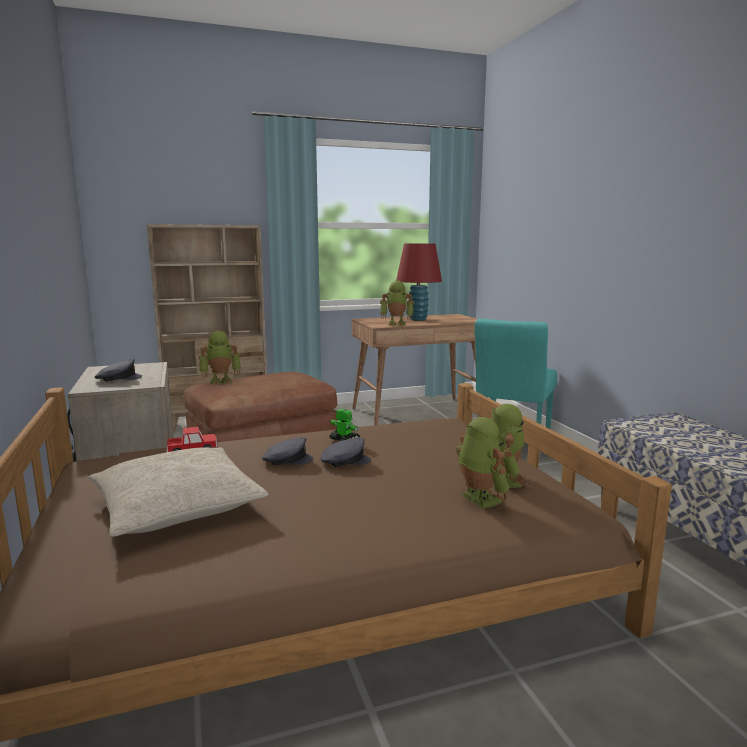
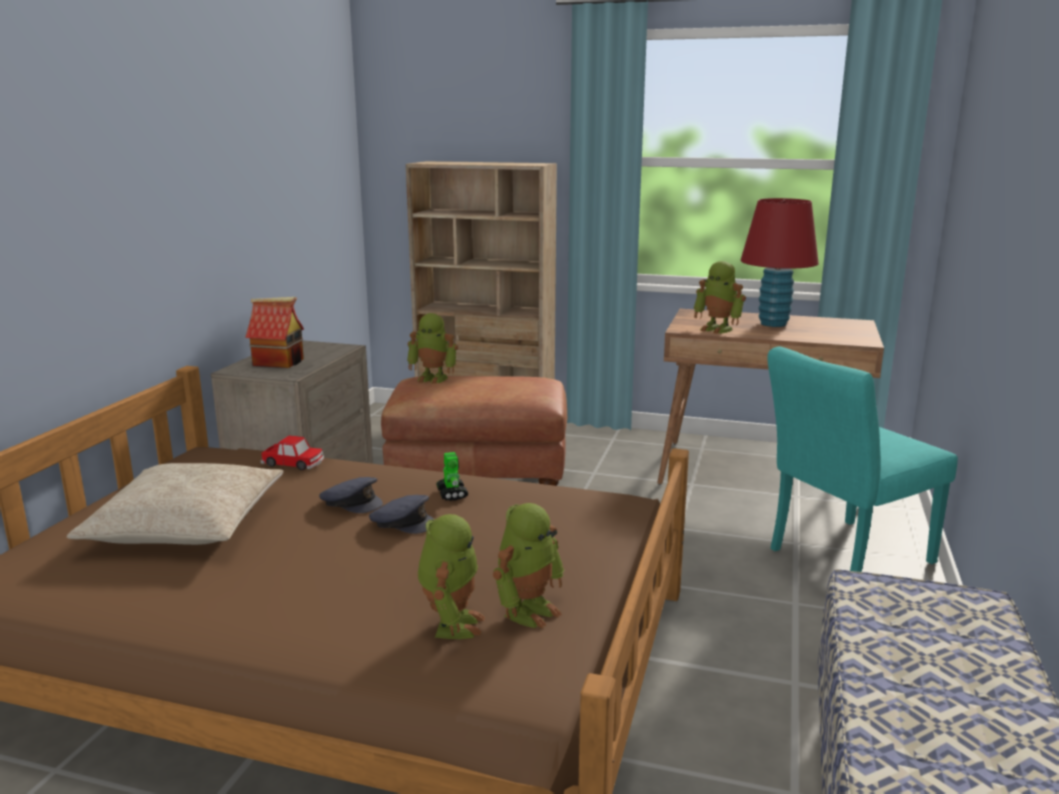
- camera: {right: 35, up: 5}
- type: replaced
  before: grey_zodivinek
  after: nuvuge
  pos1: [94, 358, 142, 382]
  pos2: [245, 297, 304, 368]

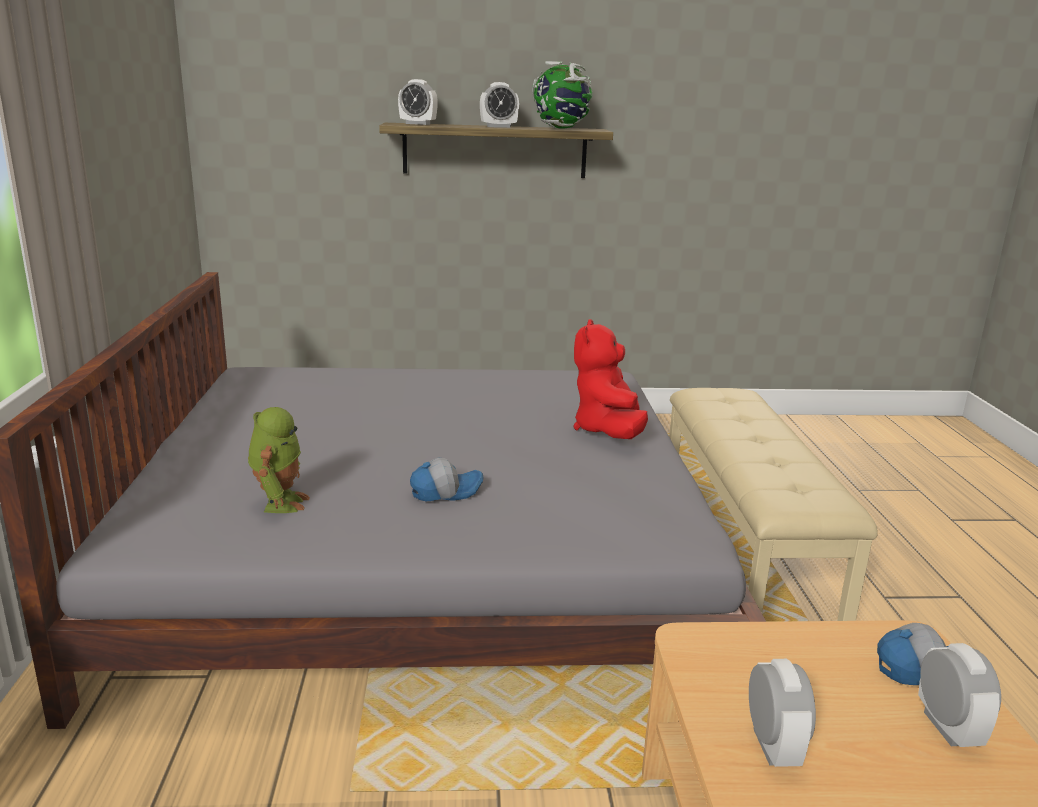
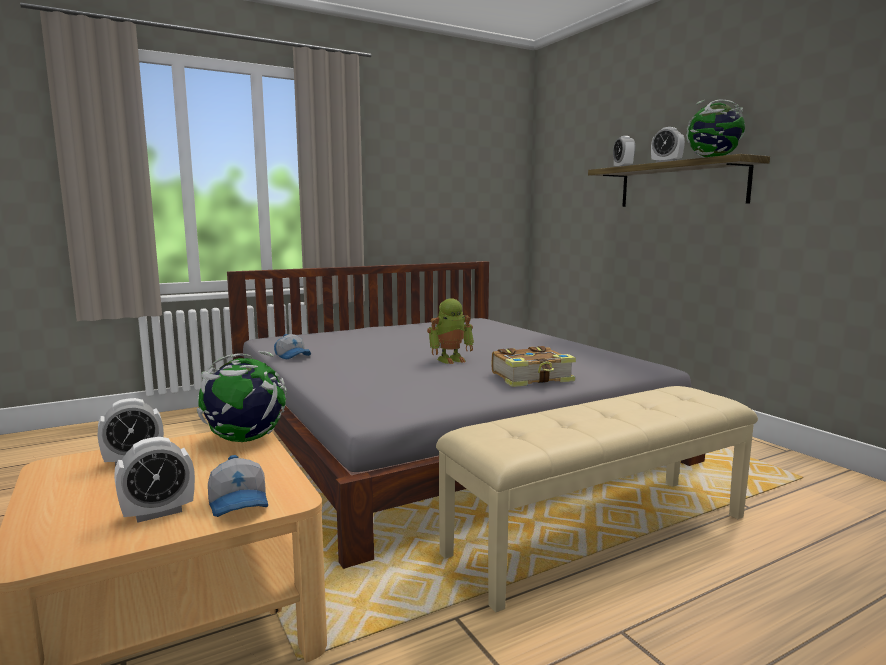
- camera: {right: 65, up: -10}
- type: added
  after: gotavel
  pos2: [197, 351, 287, 442]
- type: moved
  before: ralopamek
  pos1: [248, 407, 310, 513]
  pos2: [427, 298, 474, 364]
- type: moved
  before: zodivinek
  pos1: [410, 457, 484, 501]
  pos2: [274, 334, 311, 359]
- type: replaced
  before: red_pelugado
  after: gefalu
  pos1: [573, 319, 648, 439]
  pos2: [492, 346, 576, 387]

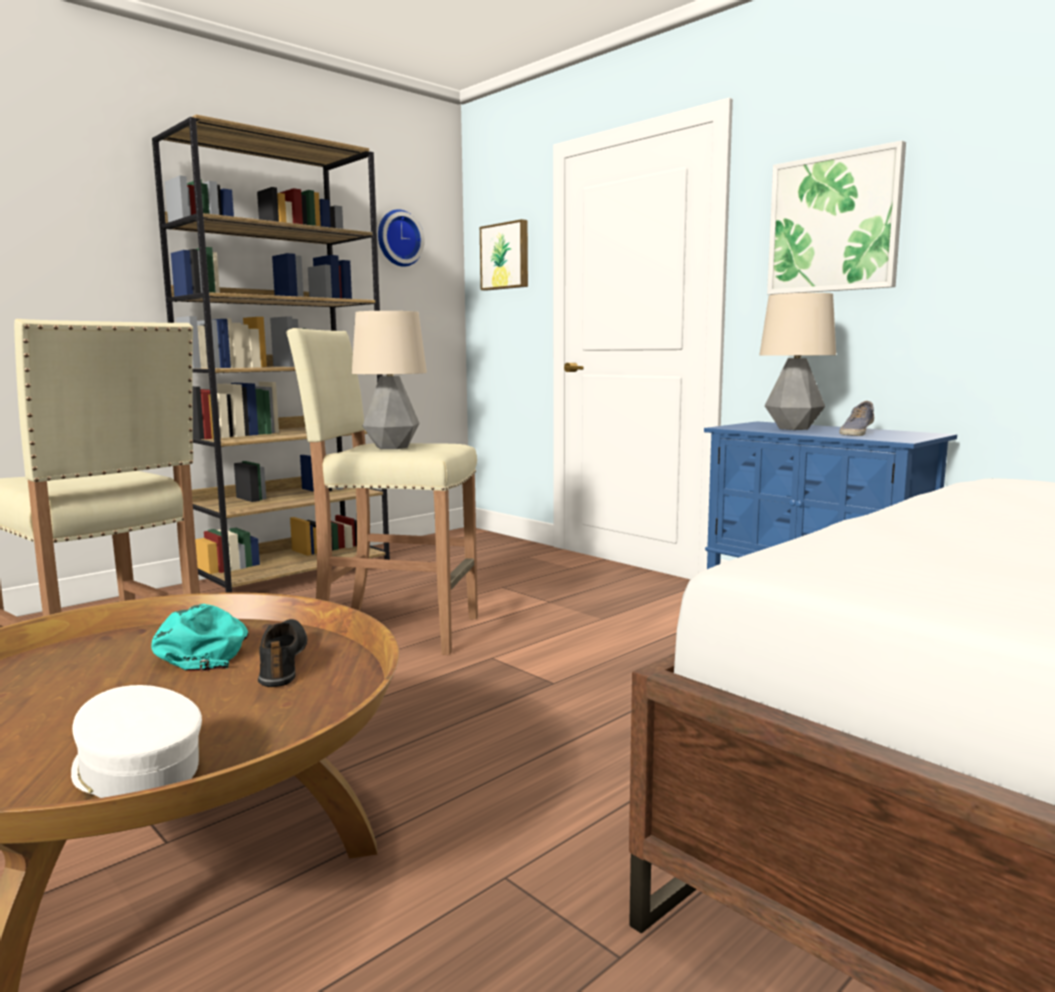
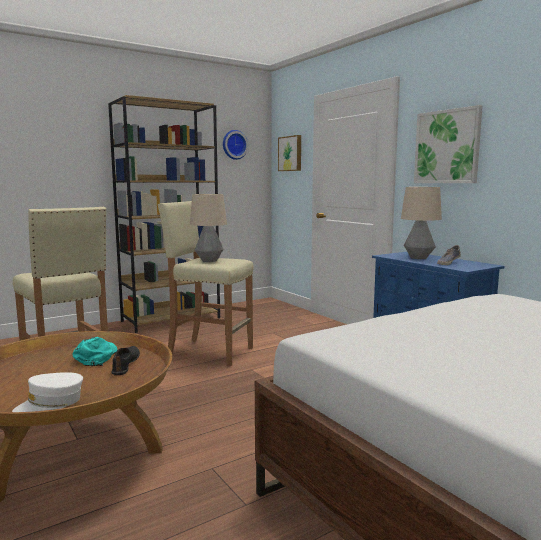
- camera: {right: 10, up: 0}
- type: turned
  before: white_zodivinek
  pos1: [71, 685, 202, 798]
  pos2: [12, 372, 83, 412]
  turn: -90

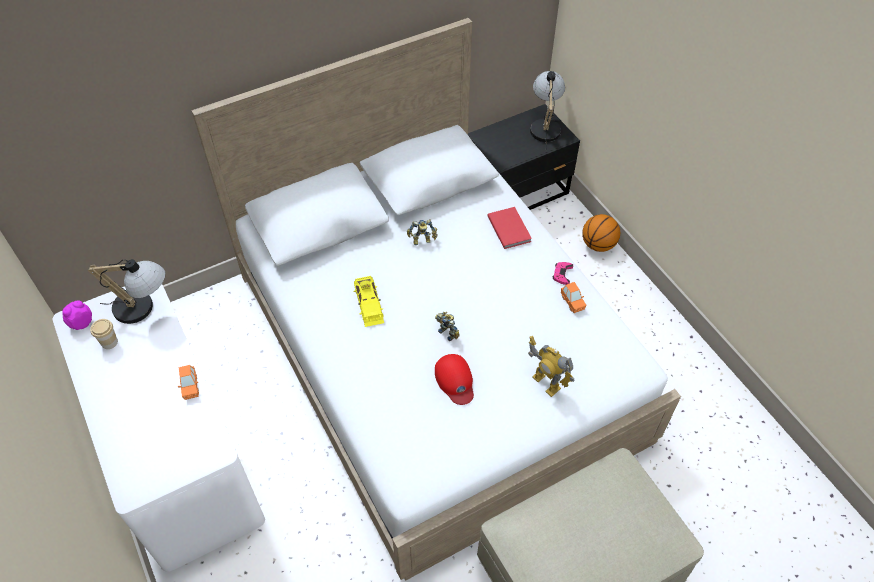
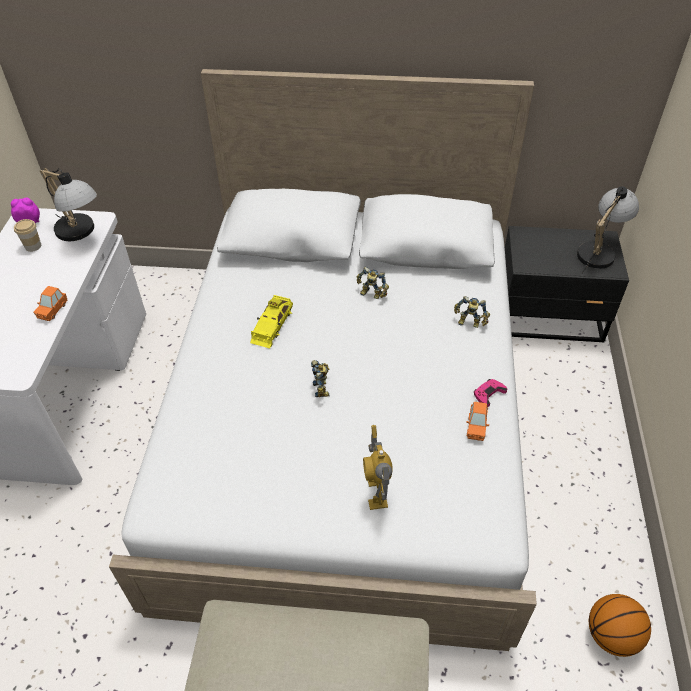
- camera: {right: 35, up: -5}
- type: removed
  before: red_zodivinek
  pos1: [435, 354, 474, 405]
- type: moved
  before: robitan
  pos1: [582, 214, 620, 252]
  pos2: [589, 594, 651, 657]
- type: replaced
  before: red_gefalu
  after: ralopamek
  pos1: [488, 207, 532, 249]
  pos2: [454, 296, 490, 328]

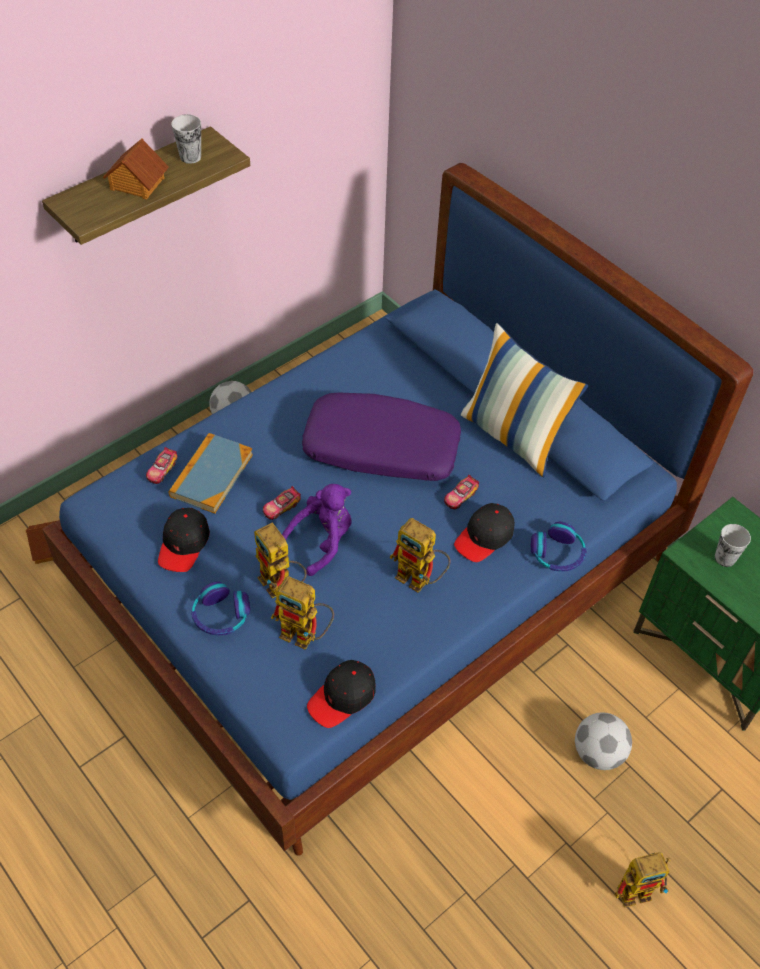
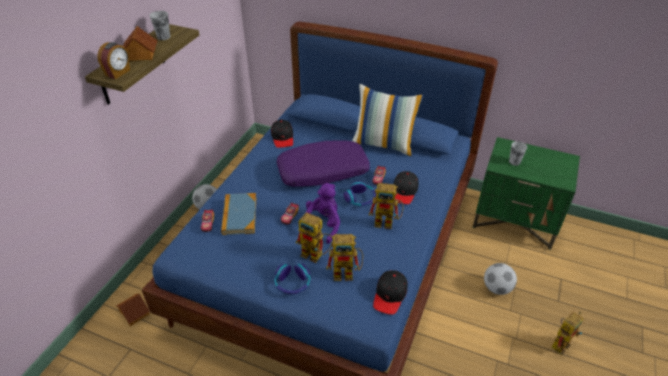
- camera: {right: -25, up: -10}
- type: added
  after: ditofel
  pos2: [97, 42, 130, 79]
- type: moved
  before: black_zodivinek
  pos1: [158, 508, 210, 572]
  pos2: [271, 120, 293, 148]
- type: moved
  before: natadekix
  pos1: [531, 522, 587, 571]
  pos2: [344, 181, 376, 206]

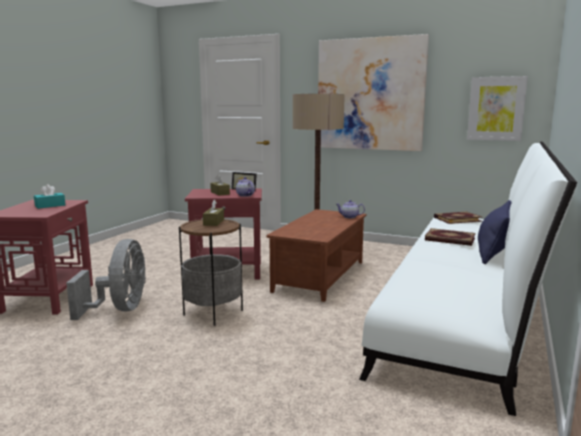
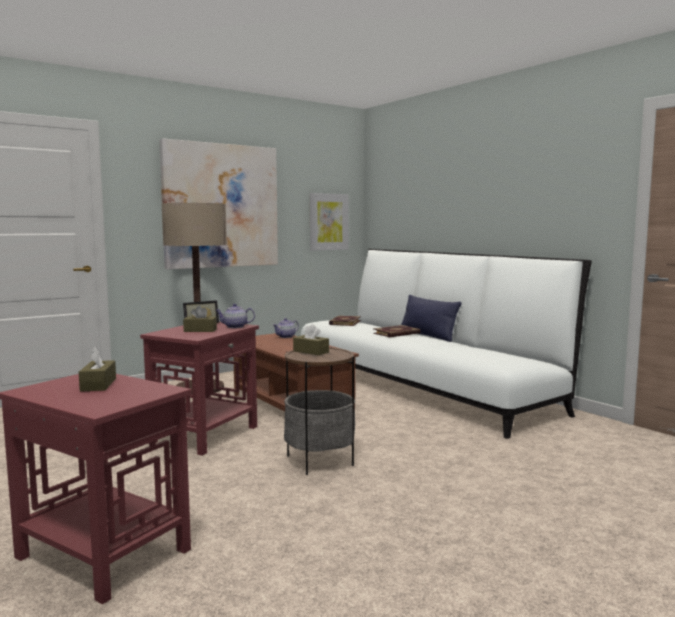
- camera: {right: -60, up: -5}
- type: removed
  before: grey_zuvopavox
  pos1: [66, 239, 146, 320]
- type: recoloured
  before: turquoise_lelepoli
  after: brown_lelepoli
  pos1: [34, 184, 65, 209]
  pos2: [79, 347, 116, 391]

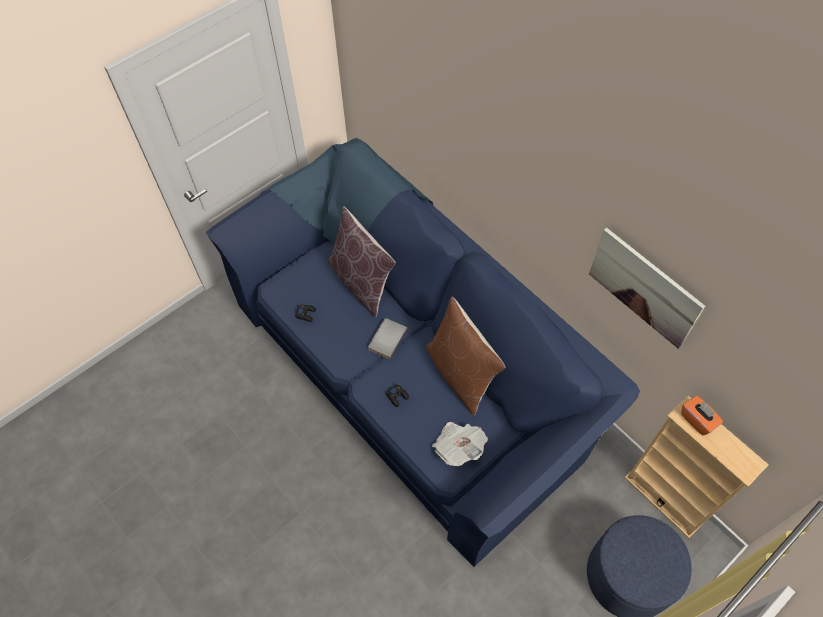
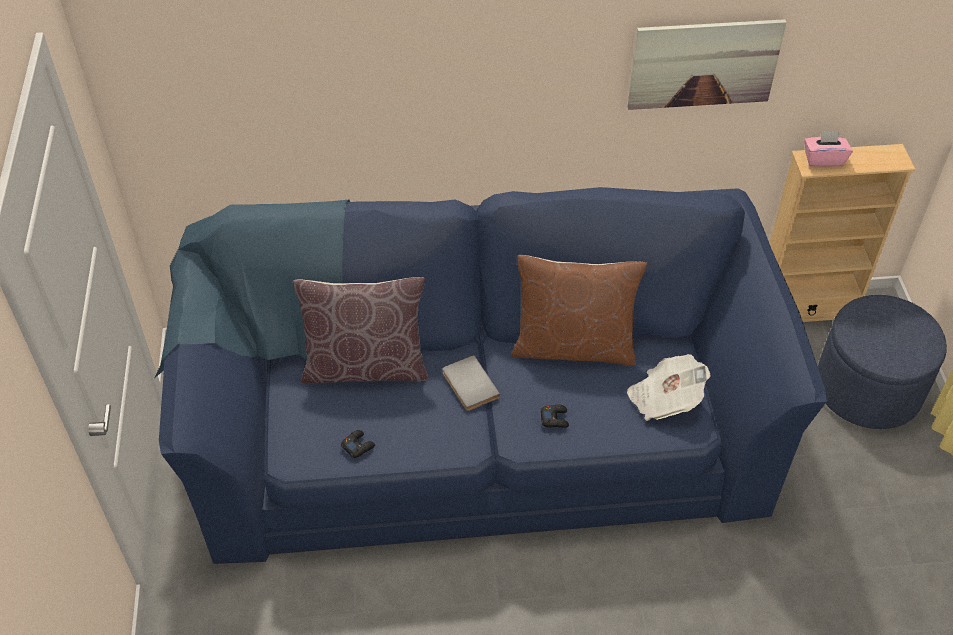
- camera: {right: -55, up: -10}
- type: recoloured
  before: orange_lelepoli
  after: pink_lelepoli
  pos1: [681, 396, 723, 435]
  pos2: [804, 131, 853, 167]

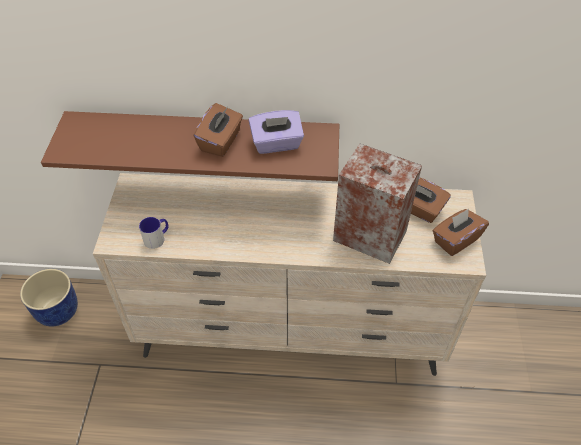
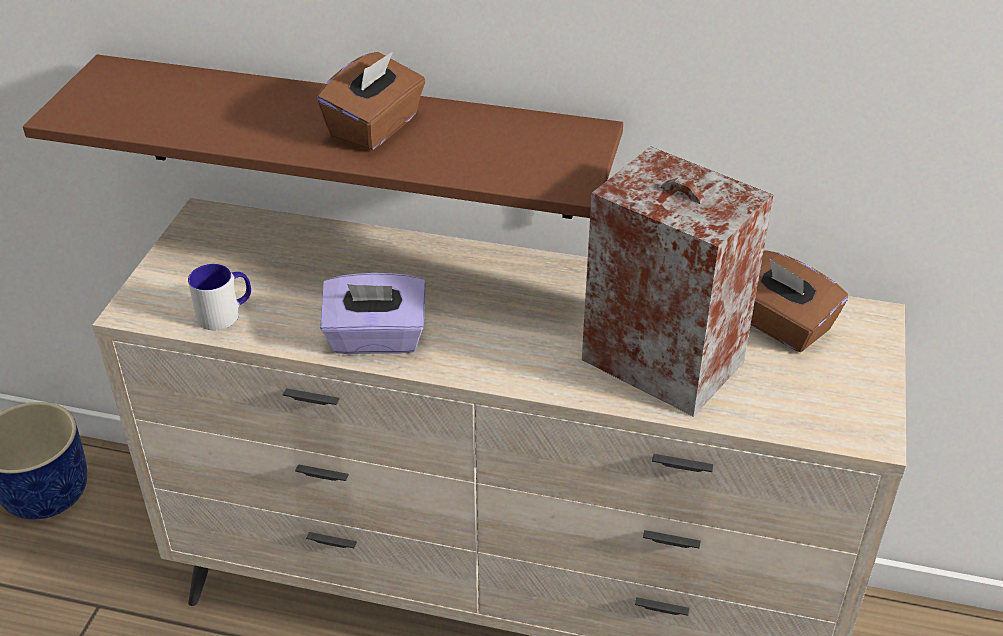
- camera: {right: 10, up: -10}
- type: removed
  before: brown_lelepoli
  pos1: [433, 209, 489, 256]
- type: moved
  before: purple_lelepoli
  pos1: [249, 110, 304, 154]
  pos2: [320, 273, 426, 354]

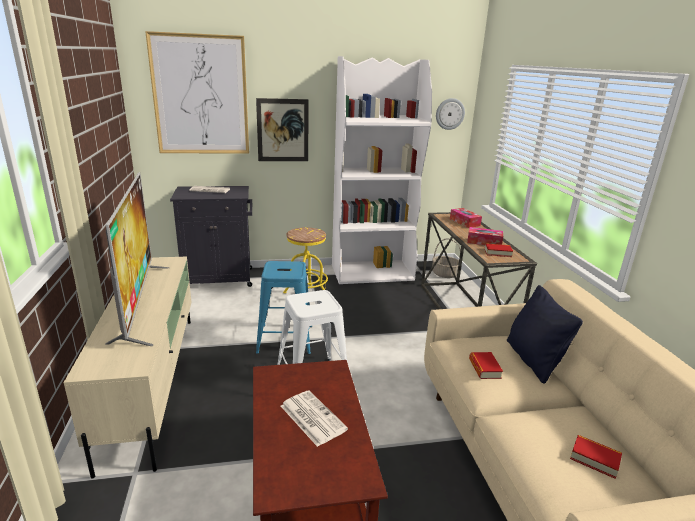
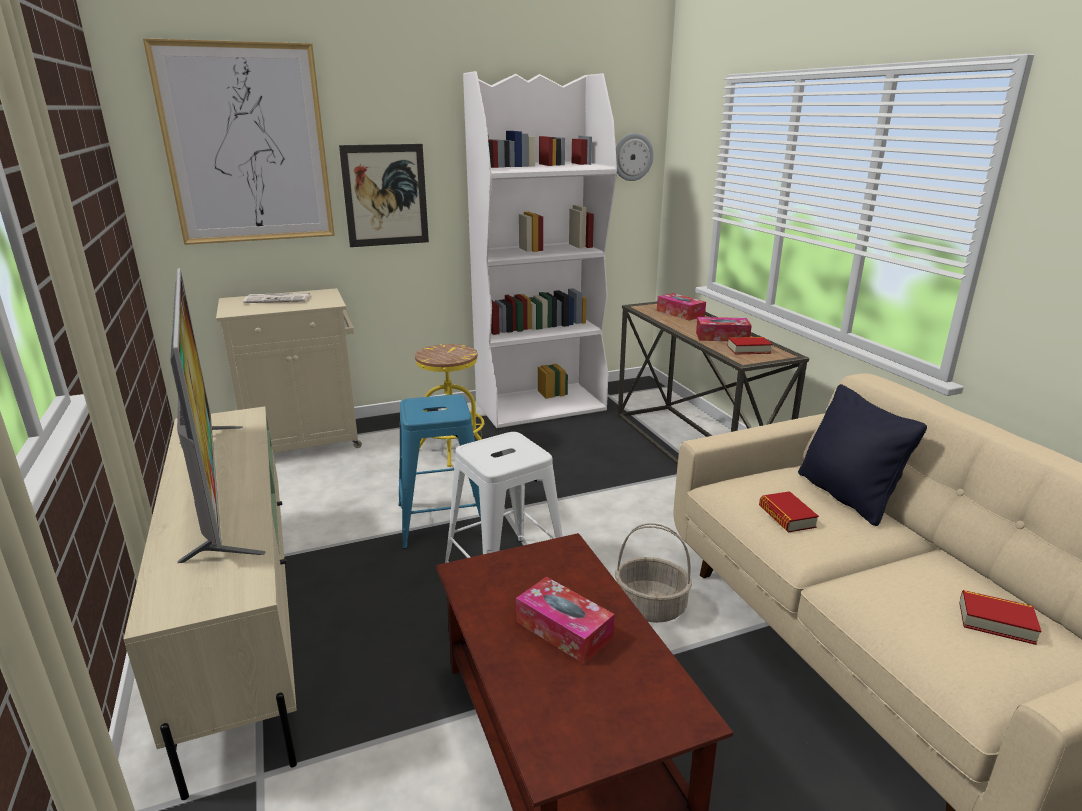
- camera: {right: -10, up: 0}
- type: moved
  before: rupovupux
  pos1: [432, 238, 461, 278]
  pos2: [615, 523, 692, 623]
- type: replaced
  before: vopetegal
  after: lelepoli
  pos1: [281, 390, 348, 447]
  pos2: [516, 577, 615, 664]
- type: recoloured
  before: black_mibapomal
  after: beige_mibapomal
  pos1: [170, 186, 252, 287]
  pos2: [216, 288, 362, 453]

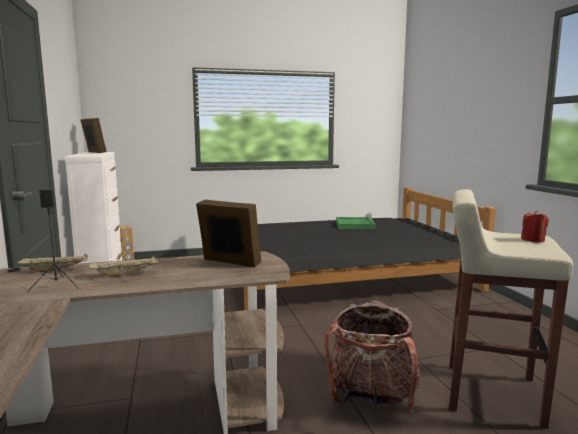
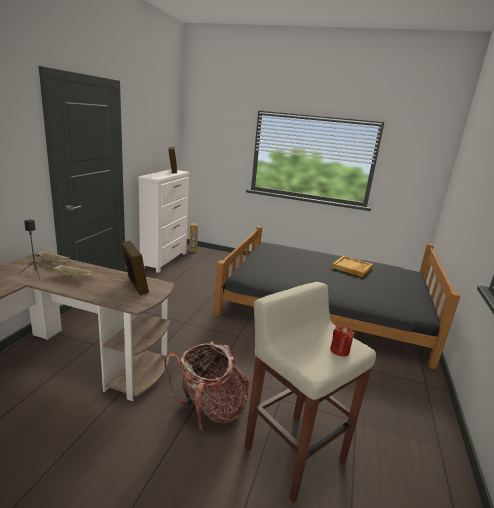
- camera: {right: 30, up: 10}
- type: recoloured
  before: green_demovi
  after: beige_demovi
  pos1: [336, 217, 376, 229]
  pos2: [332, 256, 373, 277]

